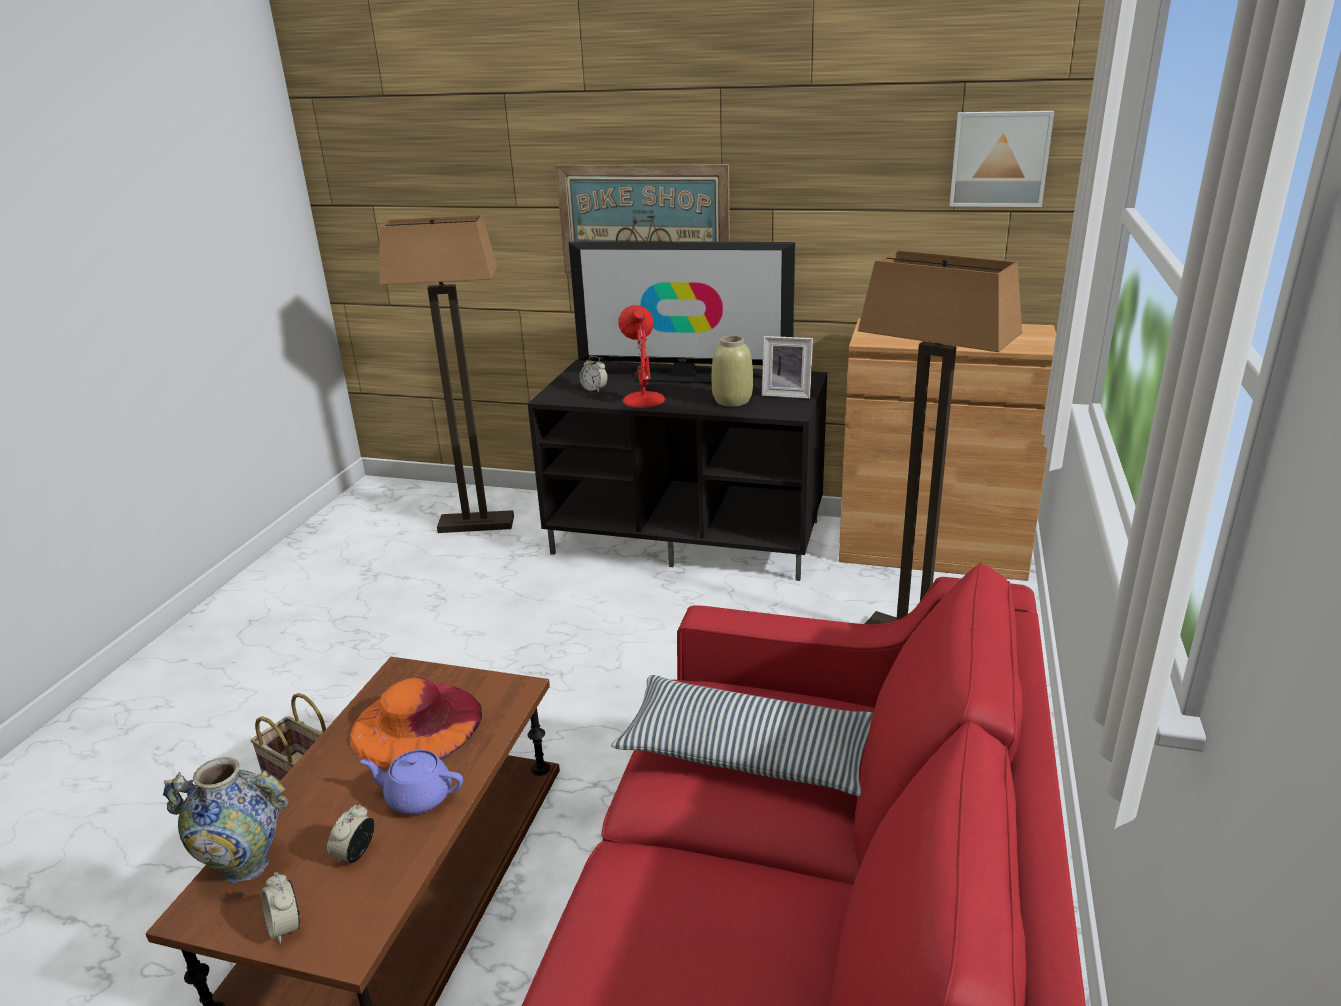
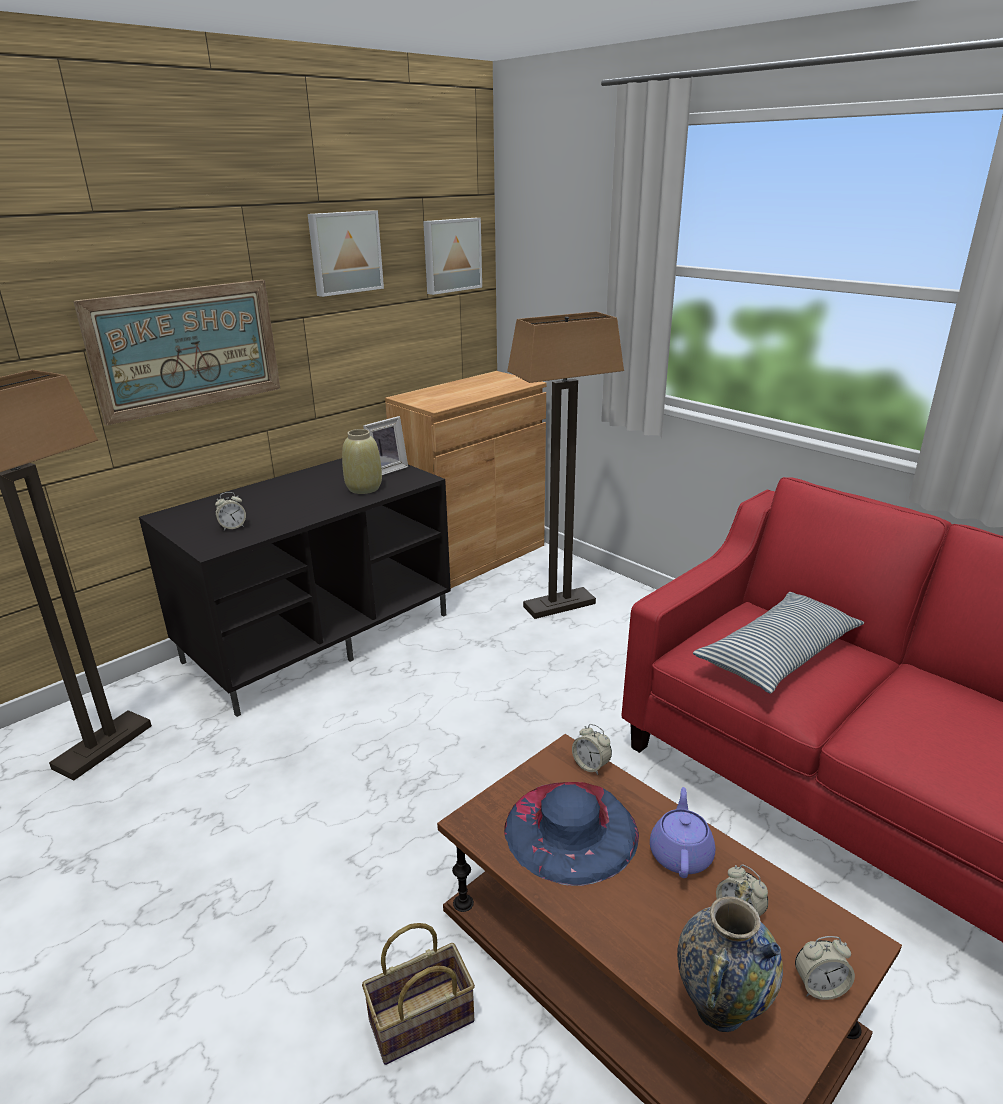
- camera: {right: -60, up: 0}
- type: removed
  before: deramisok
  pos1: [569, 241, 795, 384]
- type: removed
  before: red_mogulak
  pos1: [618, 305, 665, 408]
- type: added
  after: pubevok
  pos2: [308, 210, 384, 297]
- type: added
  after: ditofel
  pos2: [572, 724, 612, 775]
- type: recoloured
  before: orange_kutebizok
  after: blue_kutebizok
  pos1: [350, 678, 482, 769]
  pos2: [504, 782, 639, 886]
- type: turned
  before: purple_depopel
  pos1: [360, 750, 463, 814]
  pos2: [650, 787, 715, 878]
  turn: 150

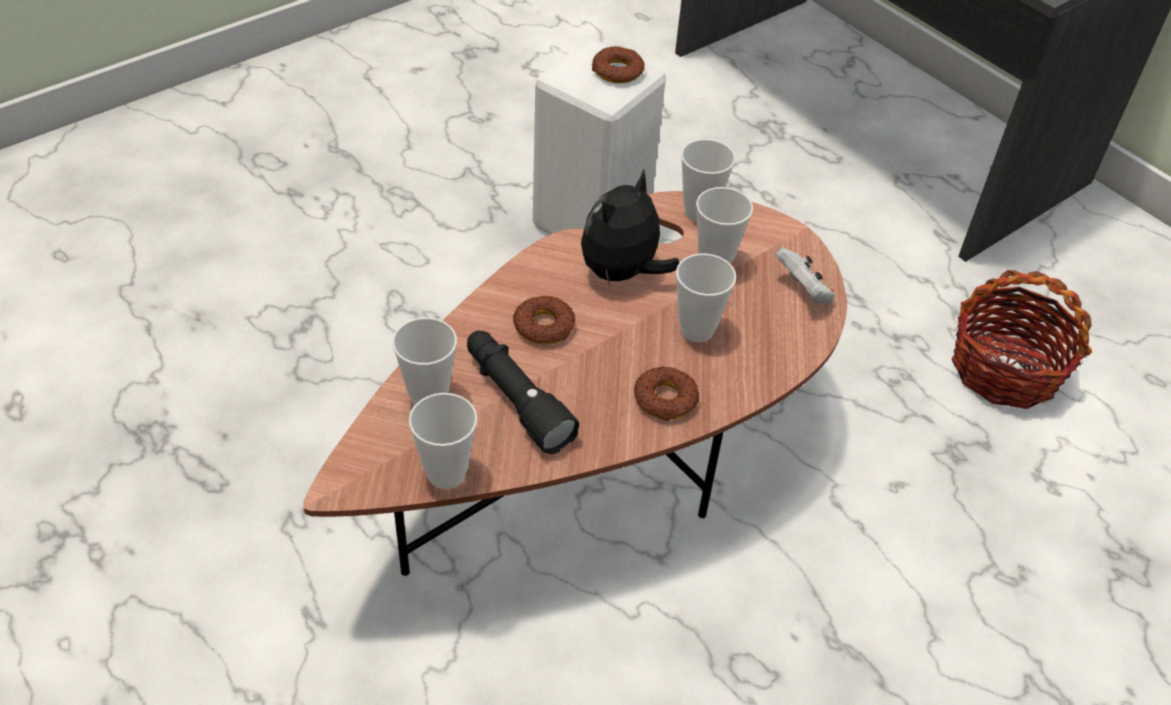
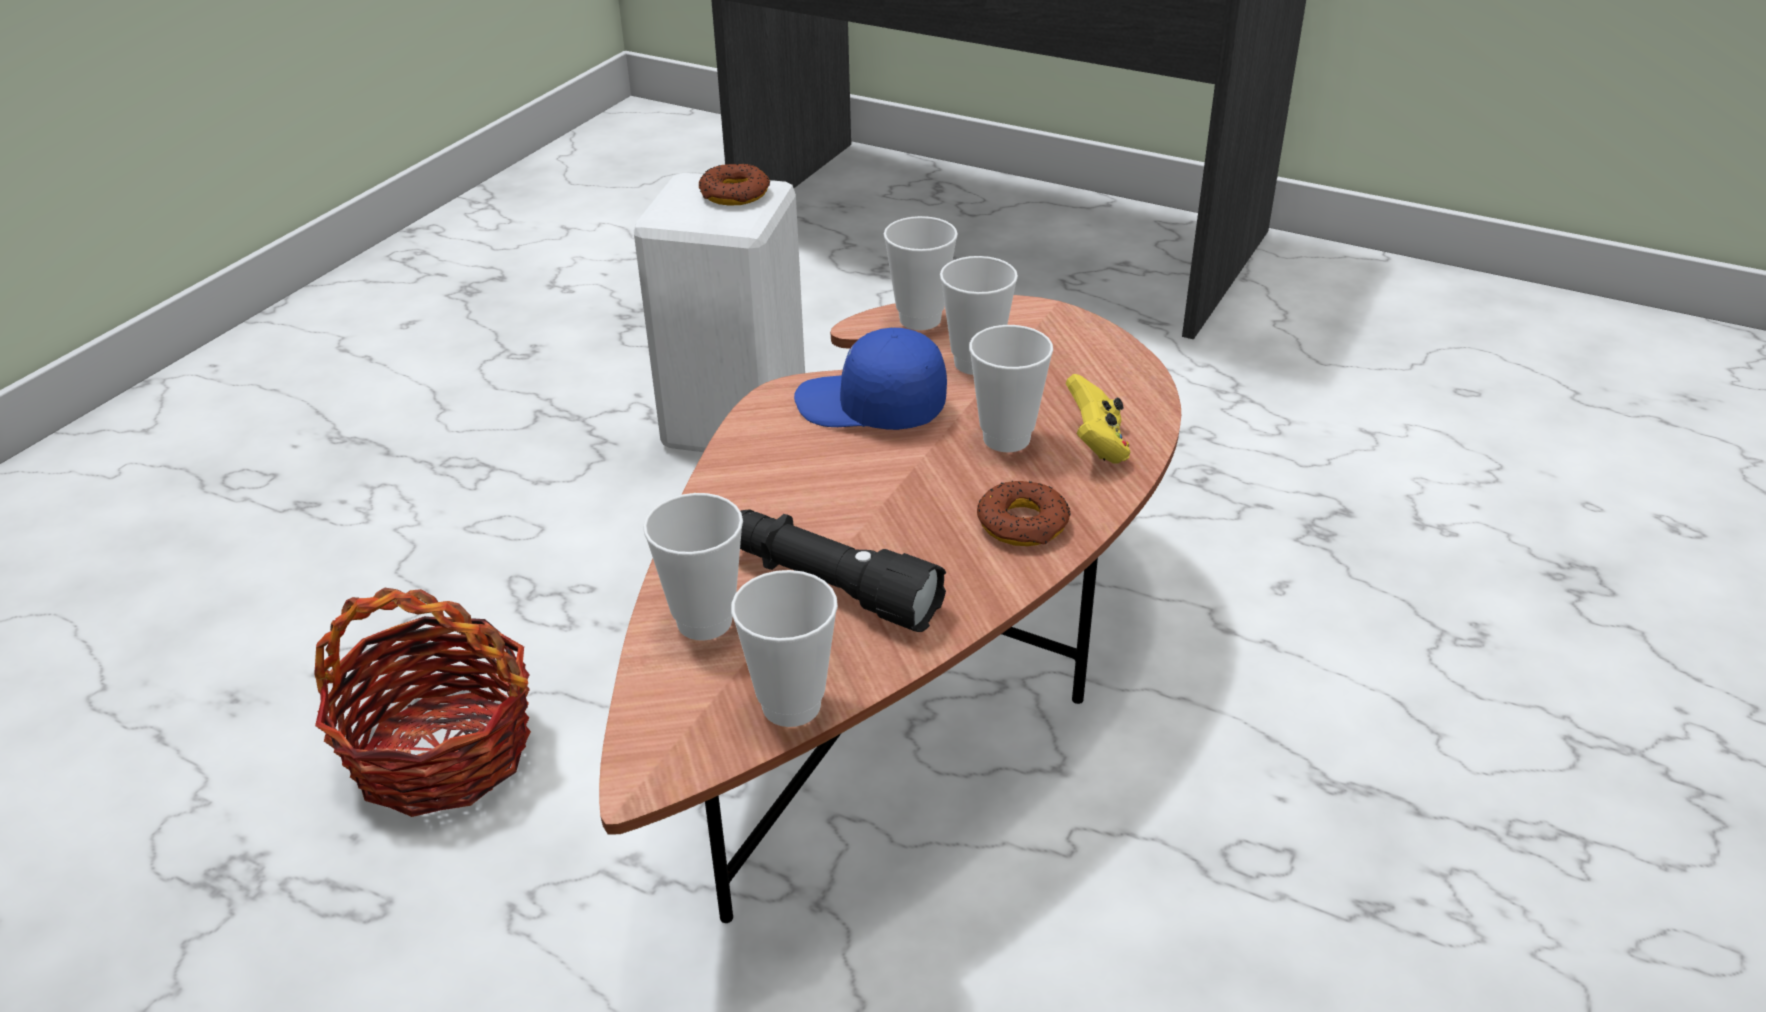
- camera: {right: -20, up: -10}
- type: removed
  before: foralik
  pos1: [513, 296, 575, 345]
- type: removed
  before: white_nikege
  pos1: [775, 248, 835, 304]
- type: added
  after: yellow_nikege
  pos2: [1065, 374, 1130, 464]
- type: moved
  before: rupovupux
  pos1: [951, 270, 1092, 409]
  pos2: [314, 587, 531, 817]
- type: replaced
  before: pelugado
  after: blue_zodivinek
  pos1: [581, 169, 679, 287]
  pos2: [794, 328, 947, 430]

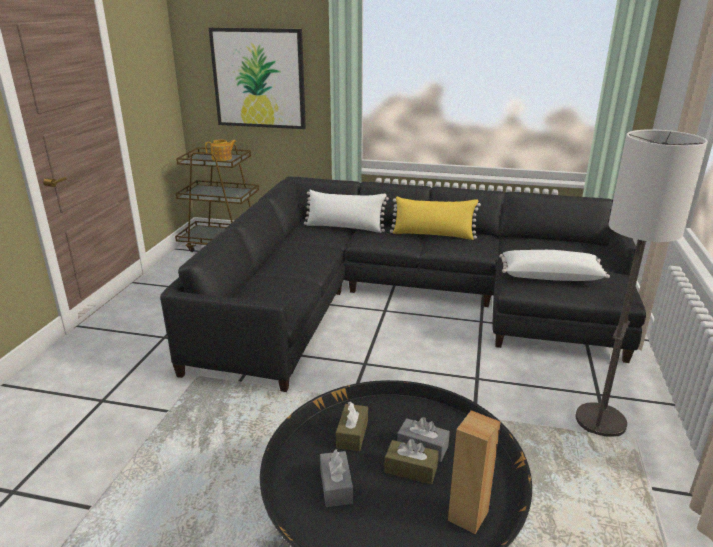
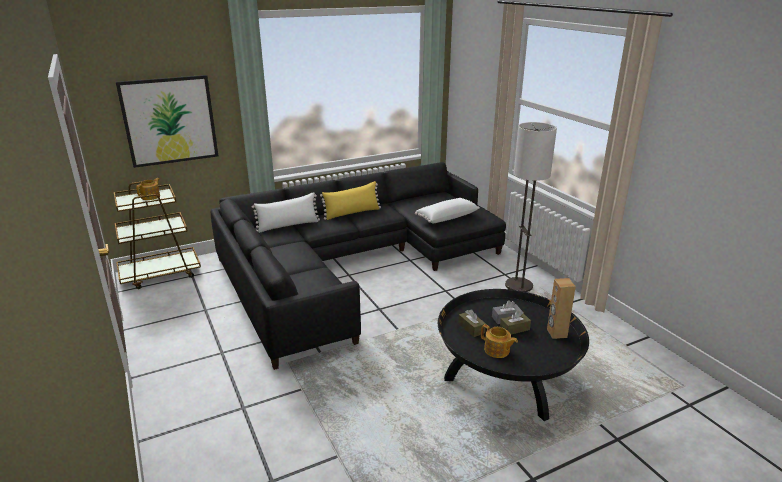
- camera: {right: -40, up: 0}
- type: replaced
  before: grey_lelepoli
  after: depopel
  pos1: [320, 449, 353, 507]
  pos2: [481, 324, 518, 358]

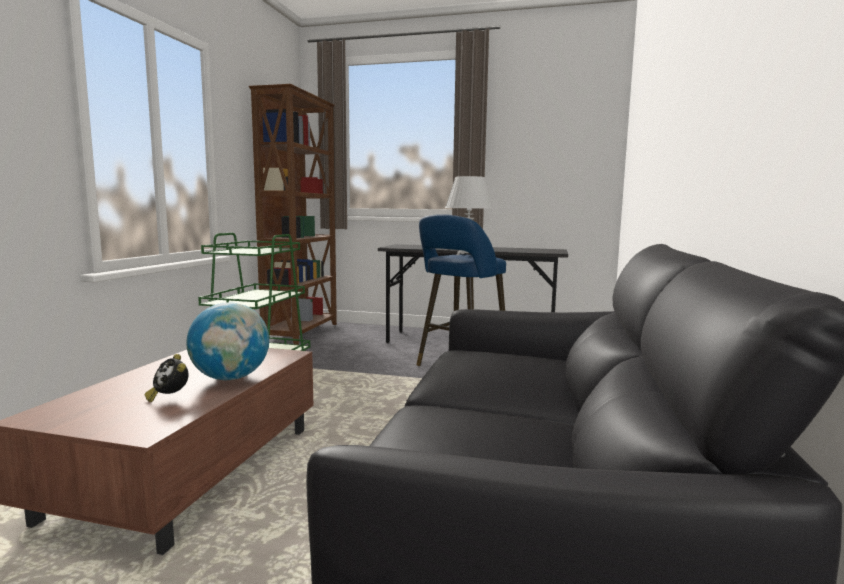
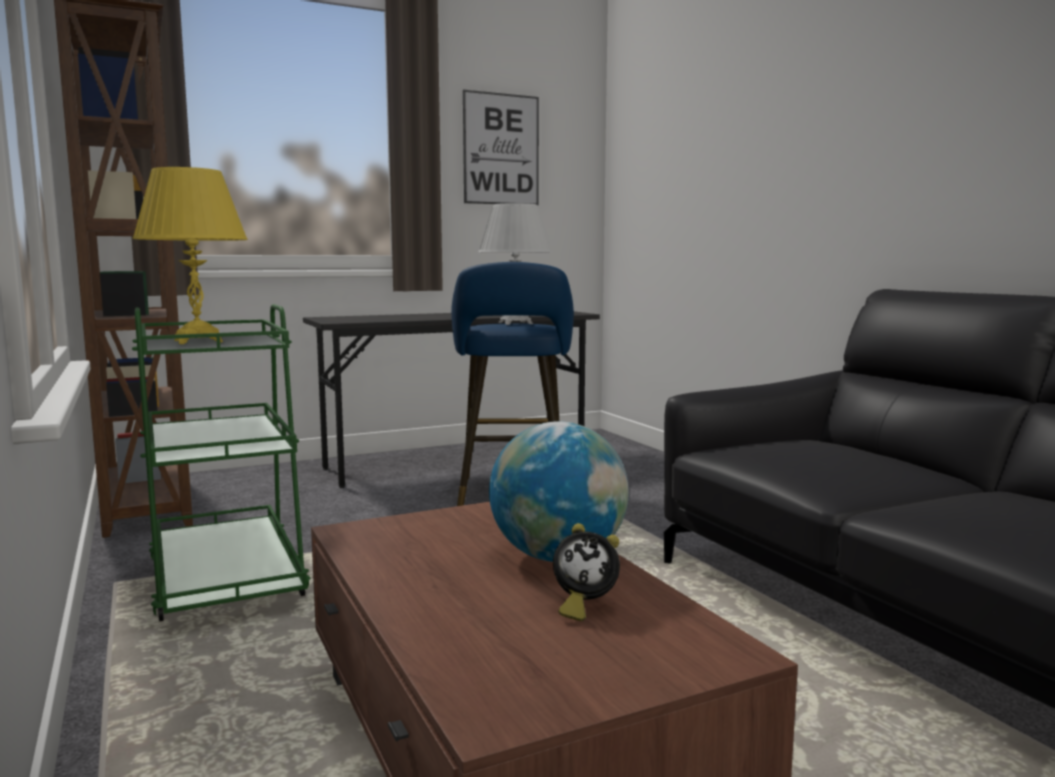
- camera: {right: -40, up: 0}
- type: added
  after: yellow_mogulak
  pos2: [132, 167, 248, 344]
- type: added
  after: pubevok
  pos2: [463, 90, 539, 205]

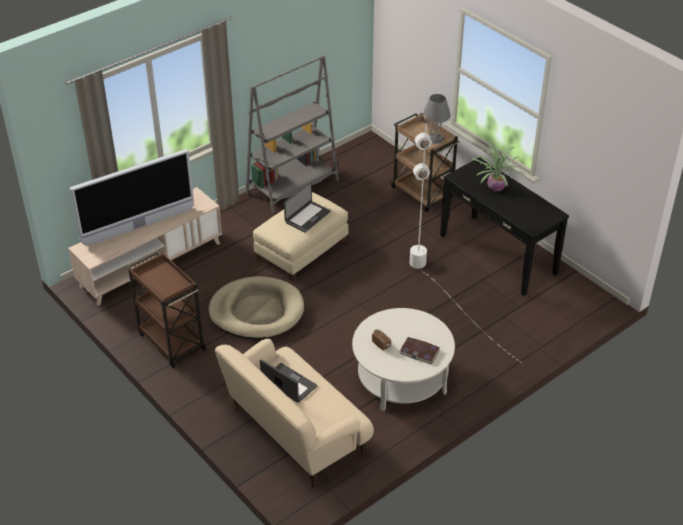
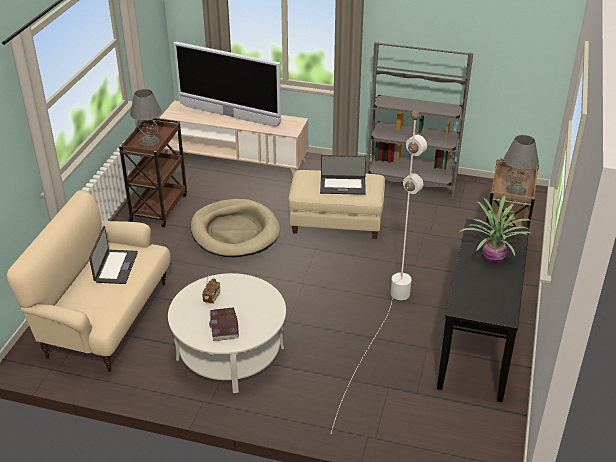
- camera: {right: 55, up: -5}
- type: added
  after: grey_mogulak
  pos2: [130, 89, 162, 146]

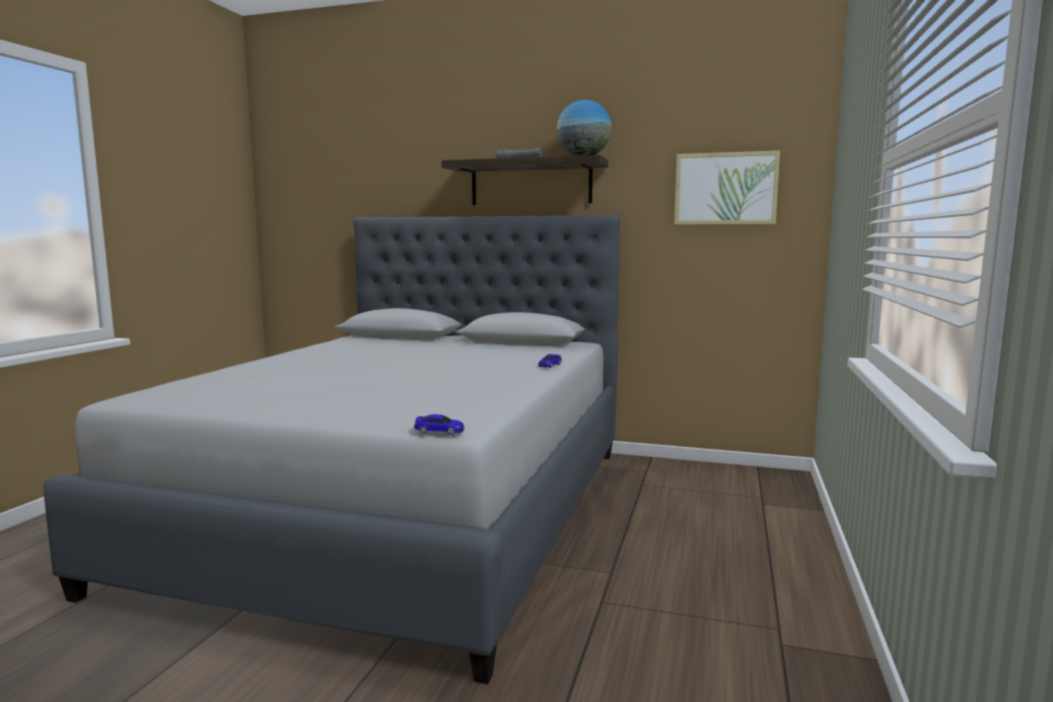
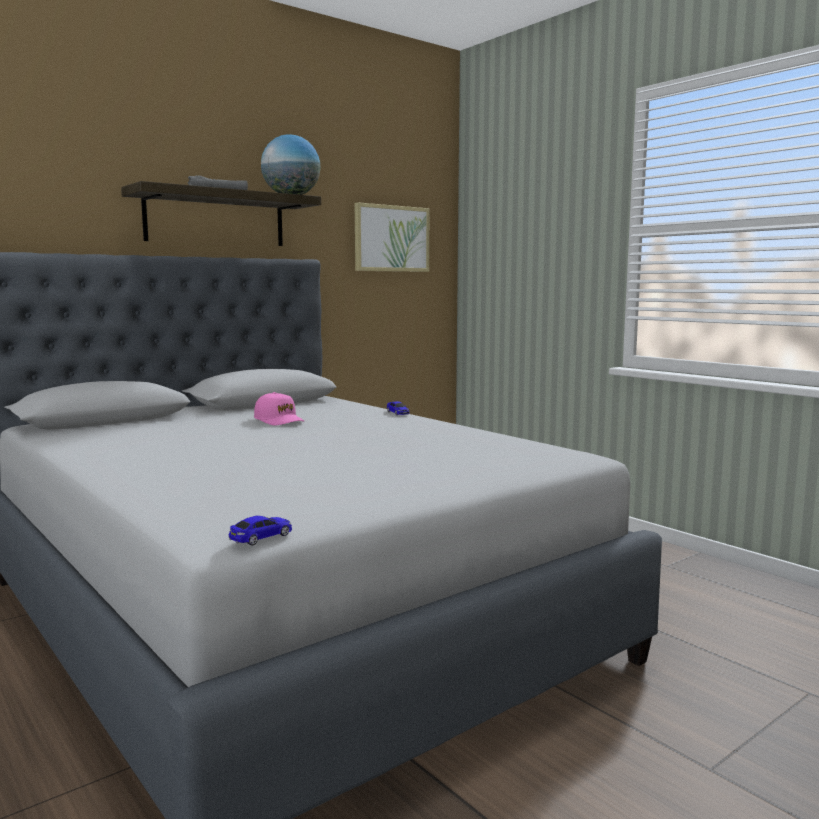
- camera: {right: -55, up: 0}
- type: added
  after: pink_zodivinek
  pos2: [254, 392, 304, 425]
- type: moved
  before: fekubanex
  pos1: [414, 414, 465, 435]
  pos2: [229, 516, 292, 545]

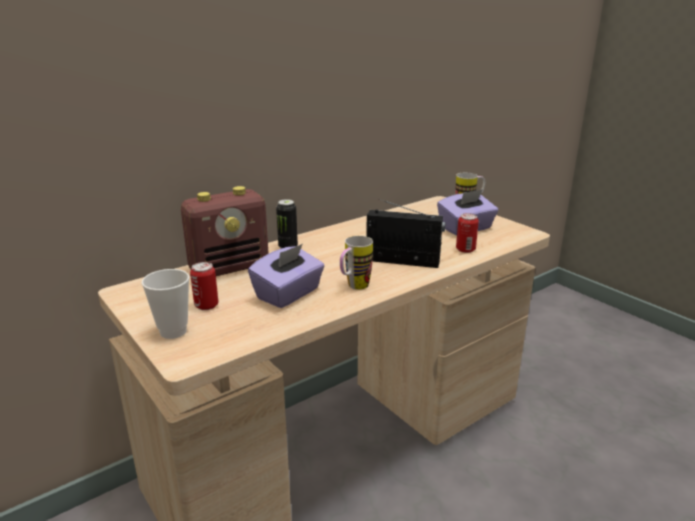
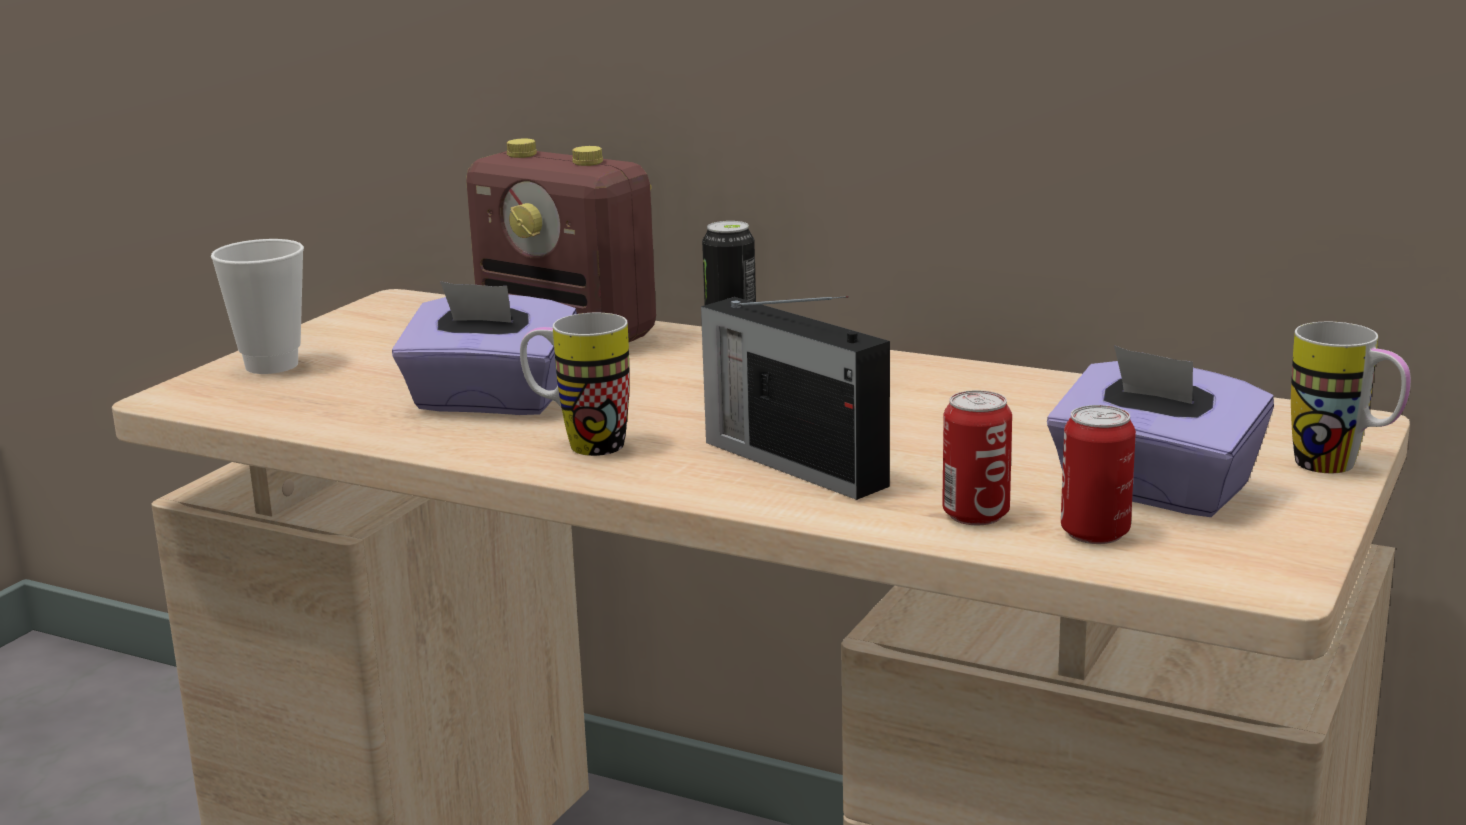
- camera: {right: 65, up: -5}
- type: moved
  before: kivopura
  pos1: [190, 262, 218, 310]
  pos2: [1061, 405, 1136, 544]
- type: turned
  before: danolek
  pos1: [366, 199, 446, 268]
  pos2: [701, 296, 890, 500]
  turn: 150

